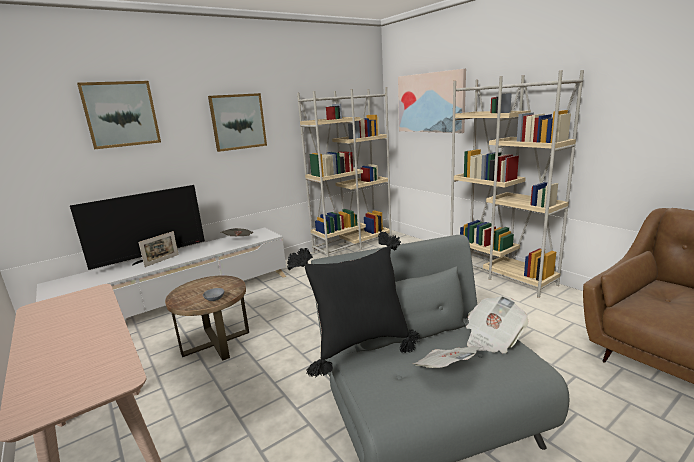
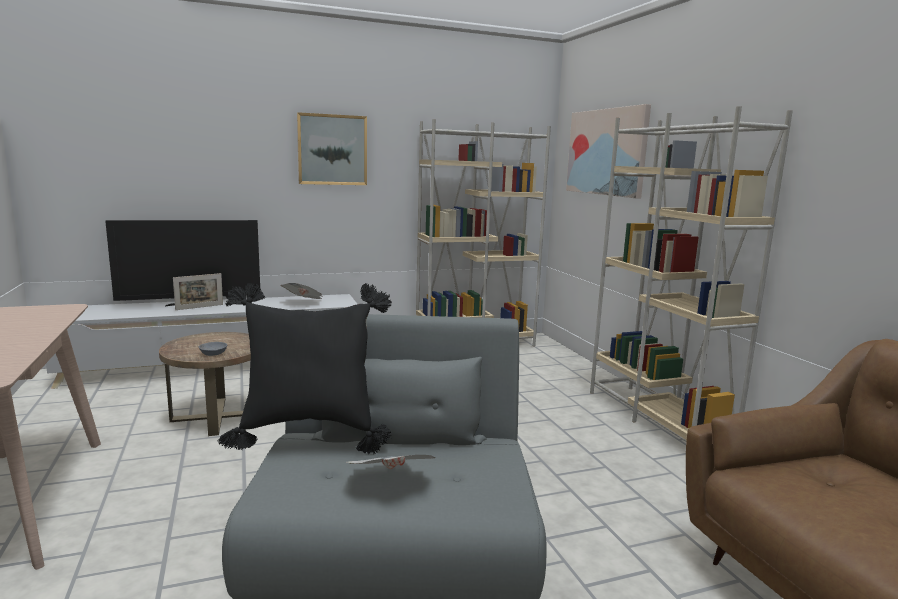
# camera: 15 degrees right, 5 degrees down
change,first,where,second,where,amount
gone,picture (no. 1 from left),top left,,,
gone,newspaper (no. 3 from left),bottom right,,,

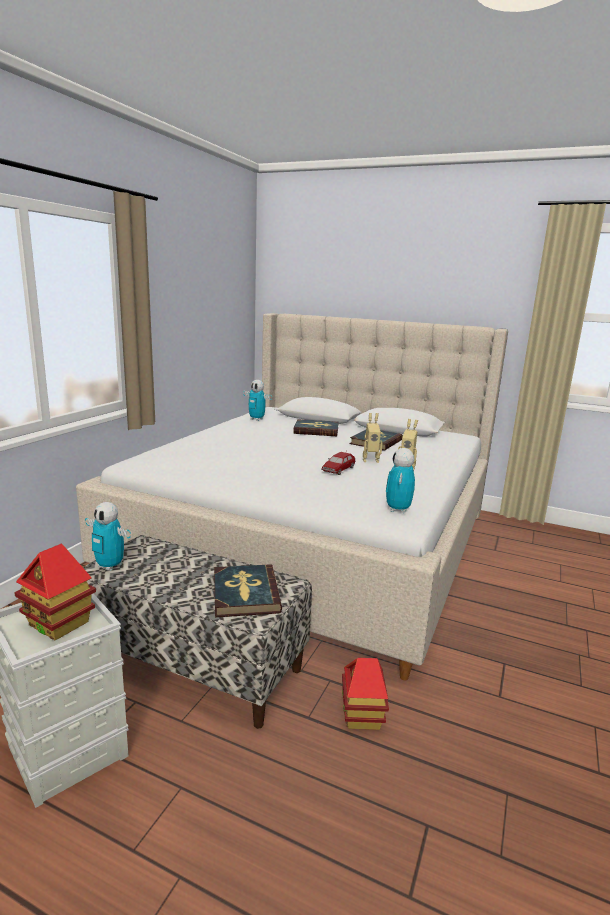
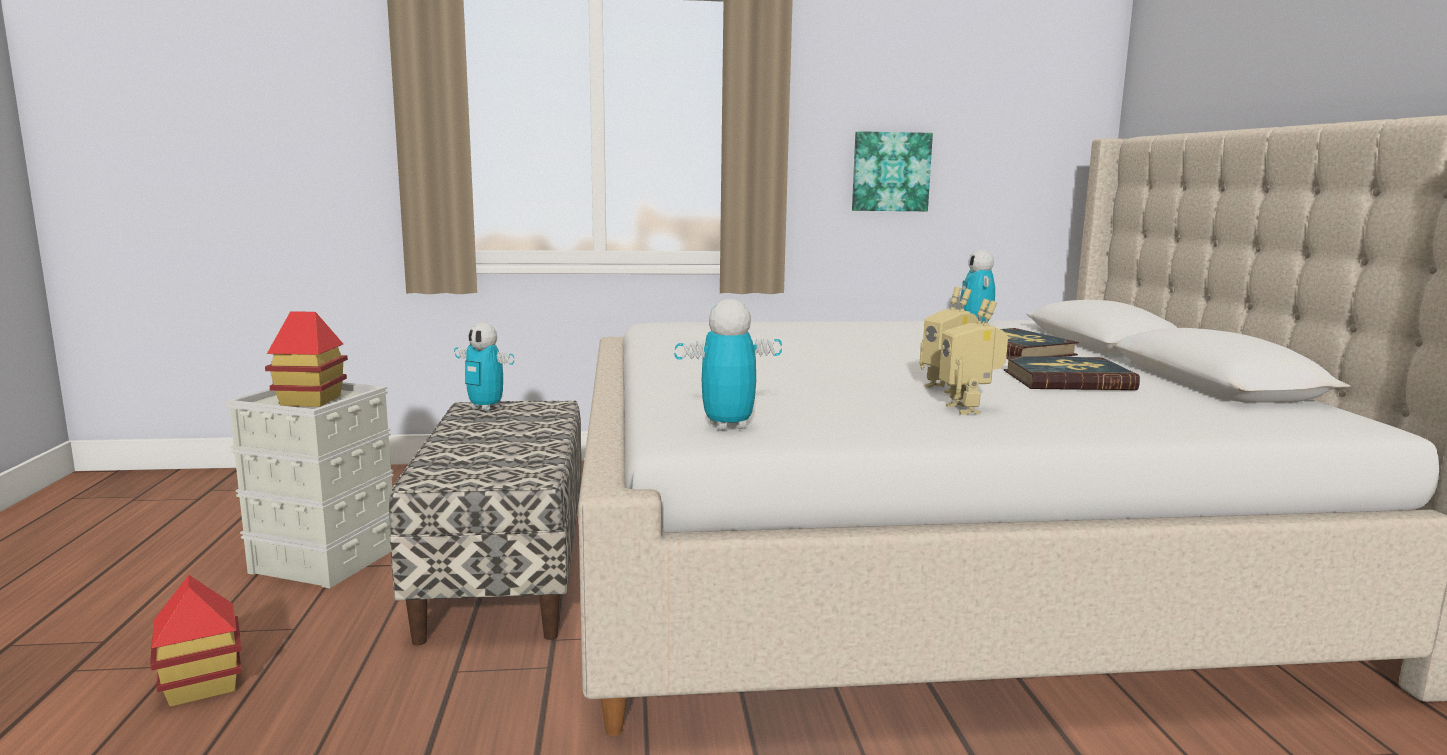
# camera: 60 degrees right, 5 degrees down
change,first,where,second,where,amount
gone,toy car,centre,,,
rotated,toy robot (no. 1 from left),middle left,,centre,60 degrees counterclockwise
gone,book (no. 1 from left),centre,,,
shifted,toy house (no. 2 from left in the first image),bottom centre,toy house (no. 1 from left),bottom left,
new,,,picture,top centre,

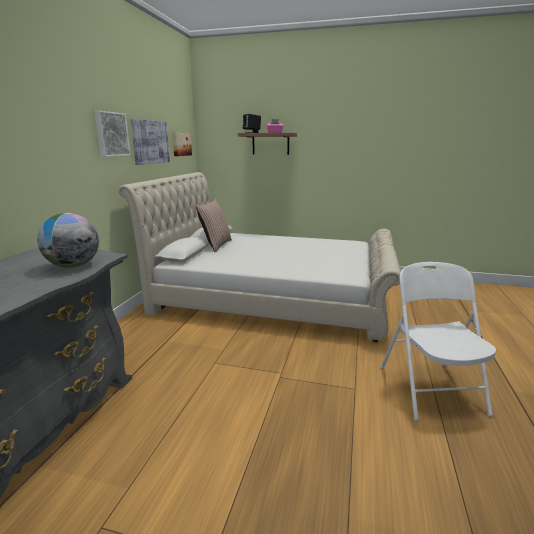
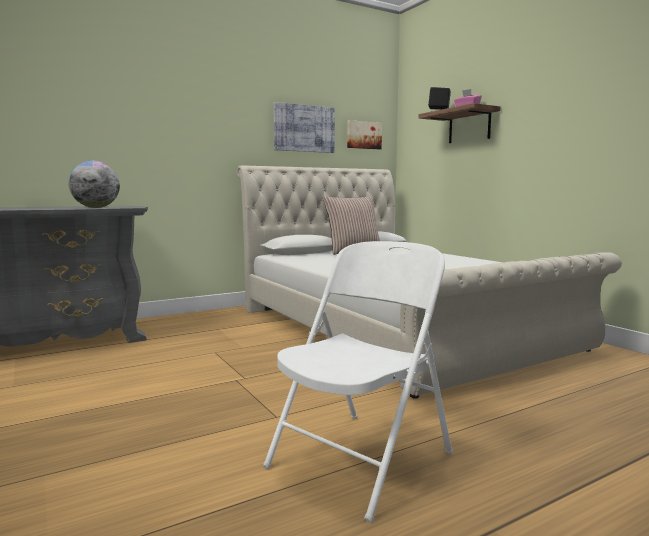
# camera: 45 degrees right, 10 degrees down
change,first,where,second,where,amount
gone,picture (no. 1 from left),top left,,,

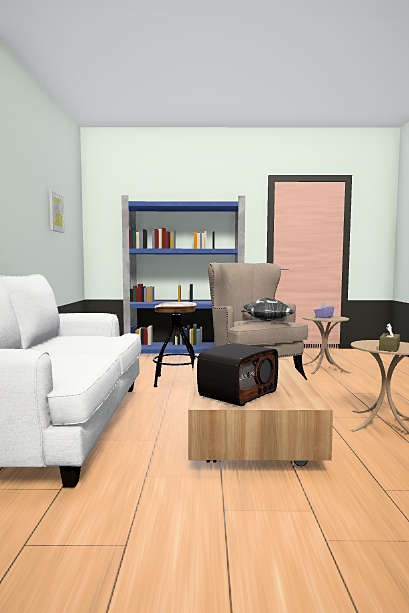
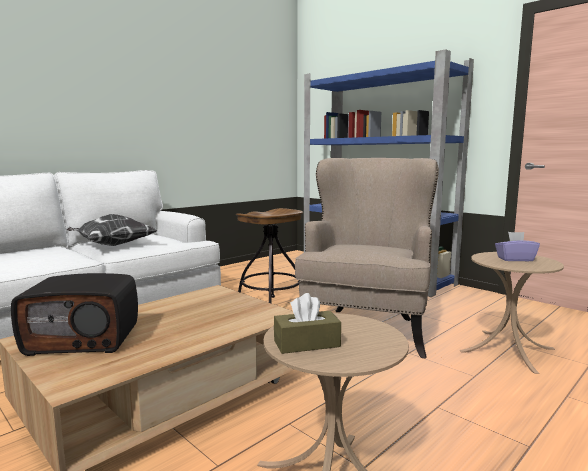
# camera: 45 degrees right, 5 degrees up
change,first,where,second,where,amount
gone,picture,middle left,,,
shifted,pillow,centre,,middle left,

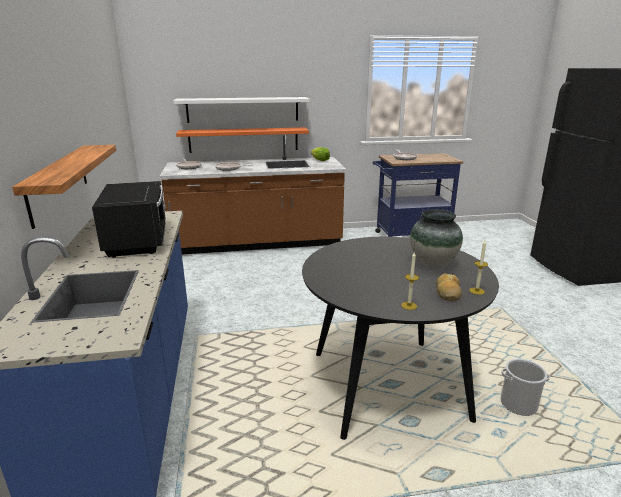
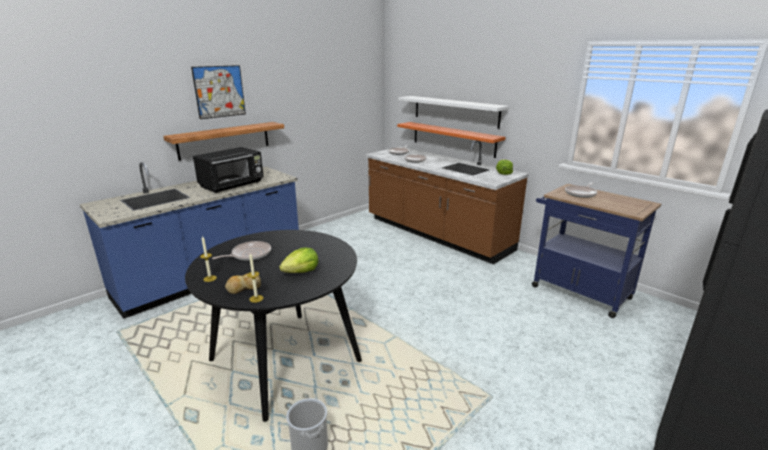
# camera: 55 degrees right, 0 degrees up
change,first,where,second,where,amount
swapped,vase,middle right,lettuce (no. 1 from left),centre,
new,,,picture,top left,
new,,,frying pan (no. 1 from left),middle left,

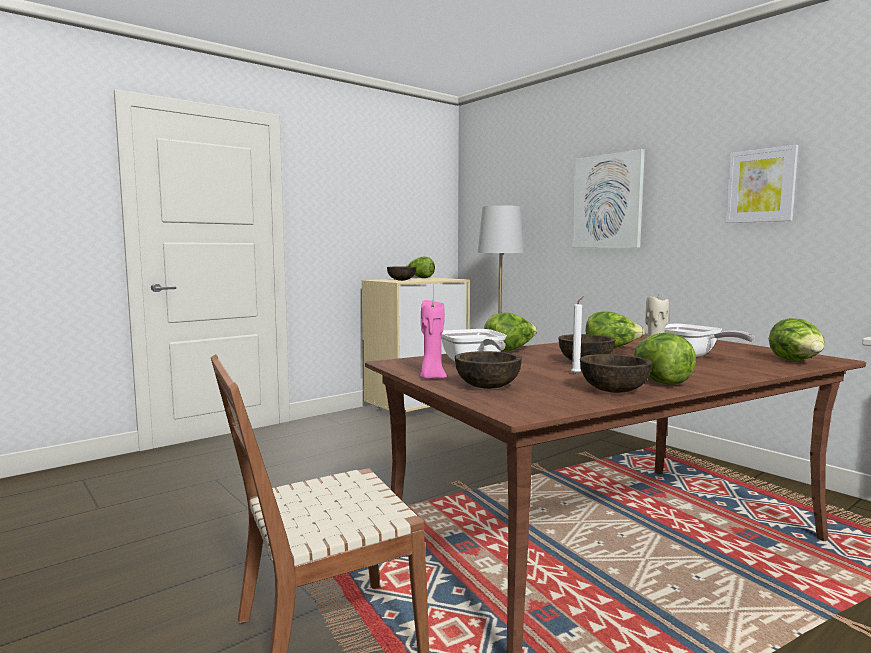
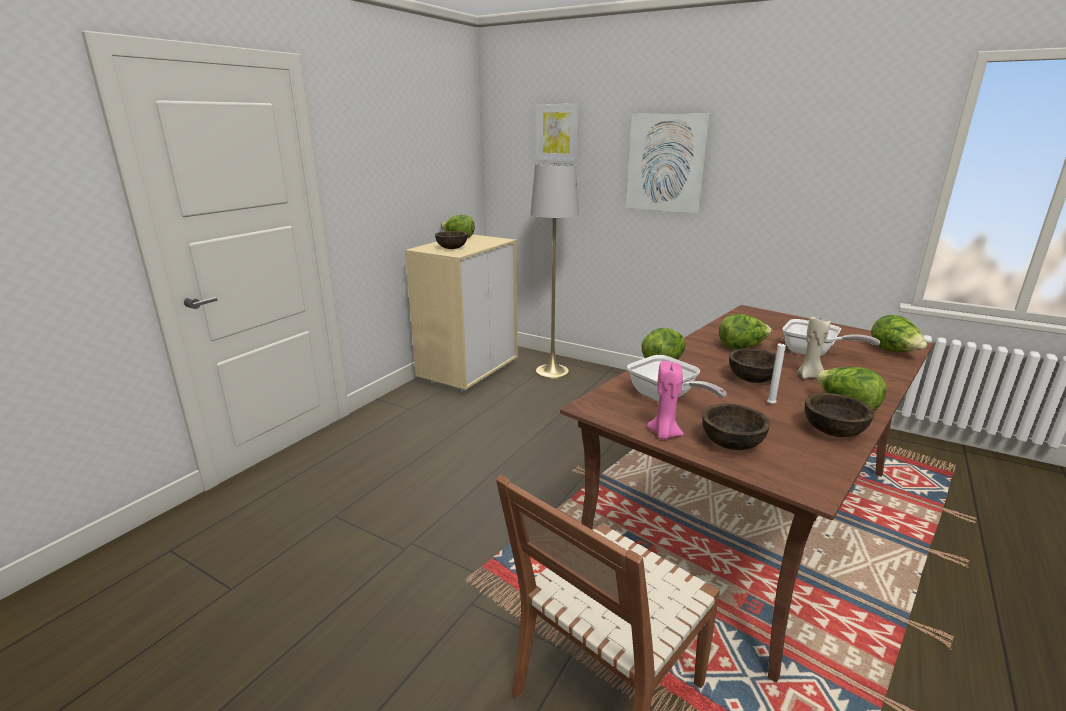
# camera: 20 degrees left, 15 degrees up
change,first,where,second,where,amount
shifted,picture (no. 2 from left in the first image),top right,picture (no. 1 from left),top centre,

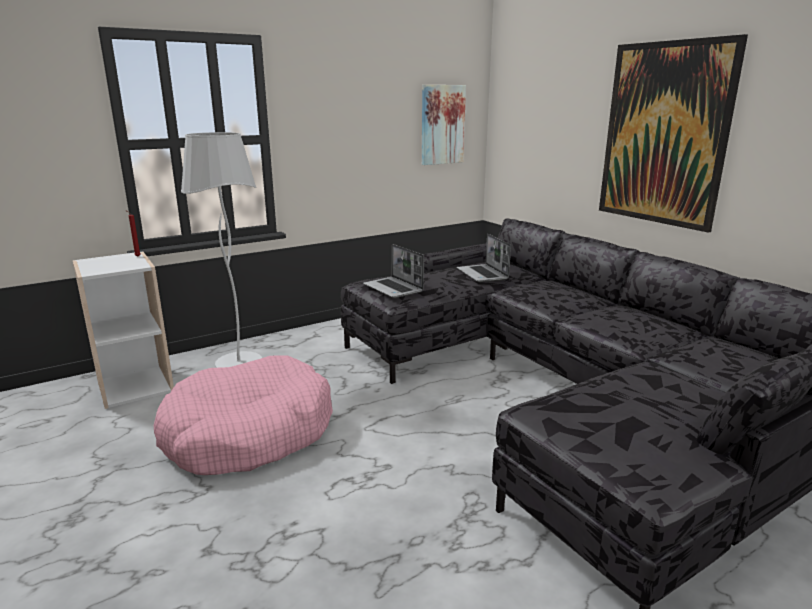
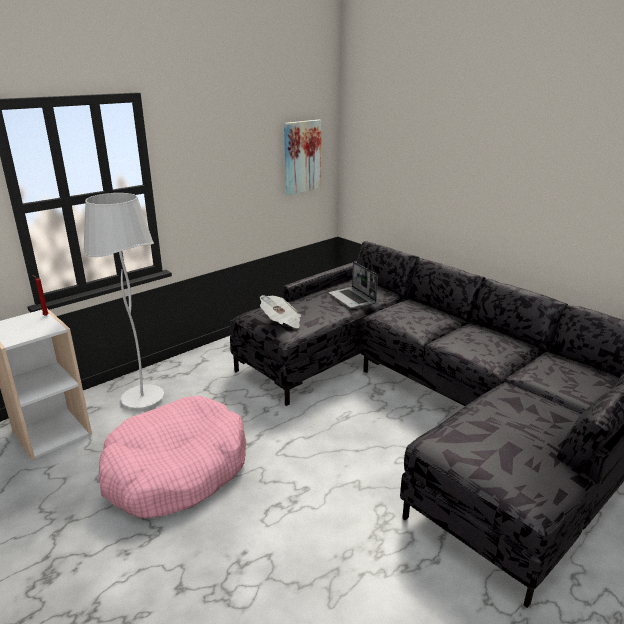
# camera: 10 degrees left, 5 degrees up
change,first,where,second,where,amount
gone,picture (no. 2 from left),top right,,,
swapped,laptop (no. 1 from left),centre,newspaper,centre,

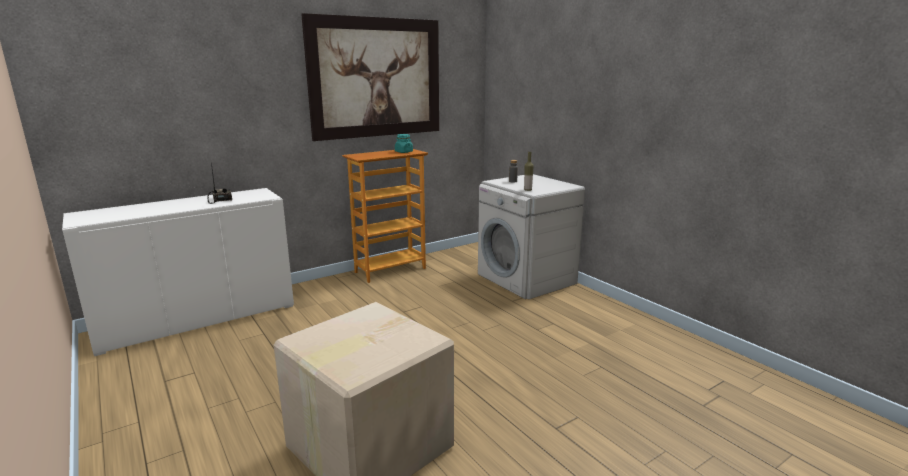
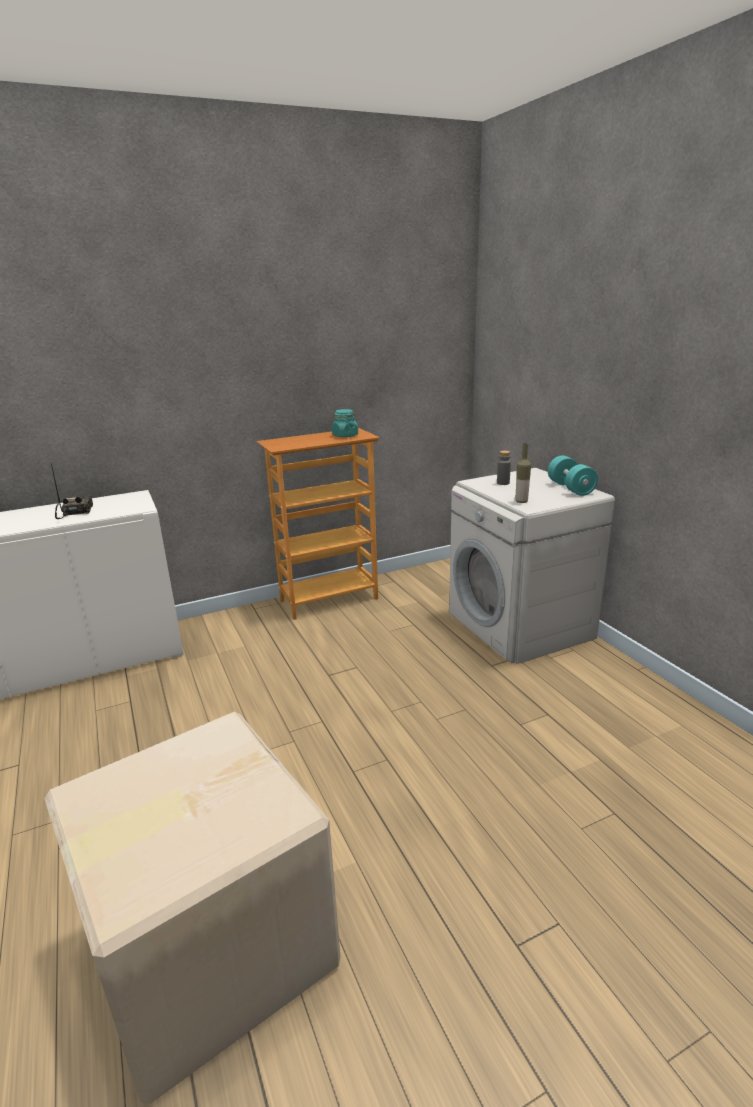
# camera: 10 degrees right, 5 degrees up
change,first,where,second,where,amount
gone,picture,top centre,,,
new,,,dumbbell (turquoise),middle right,

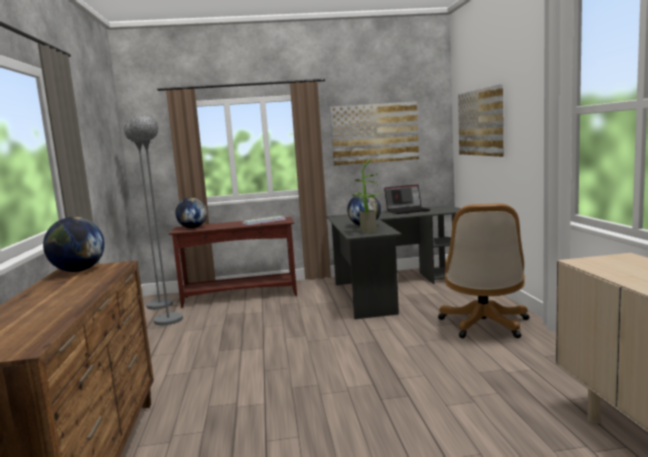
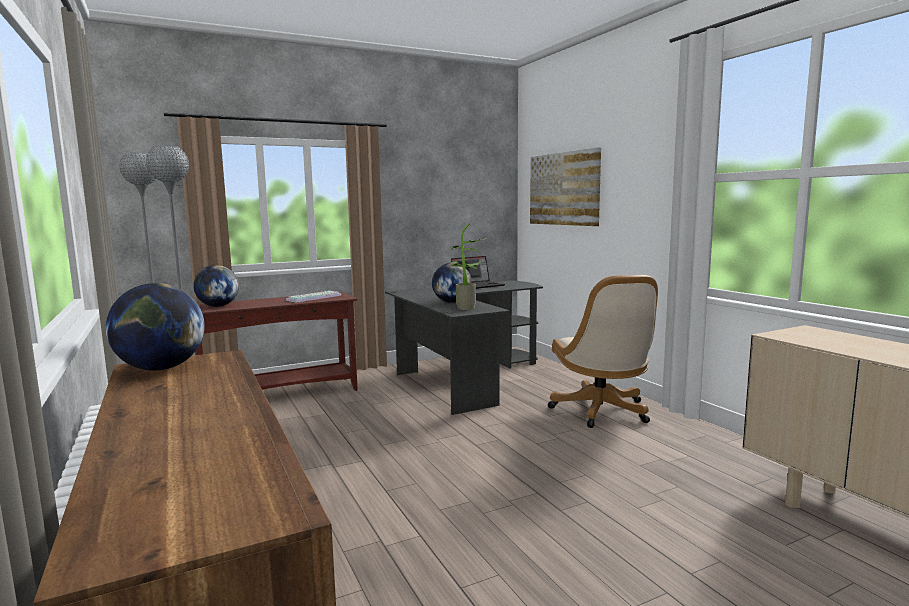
# camera: 20 degrees left, 0 degrees up
change,first,where,second,where,amount
gone,picture (no. 1 from left),top centre,,,

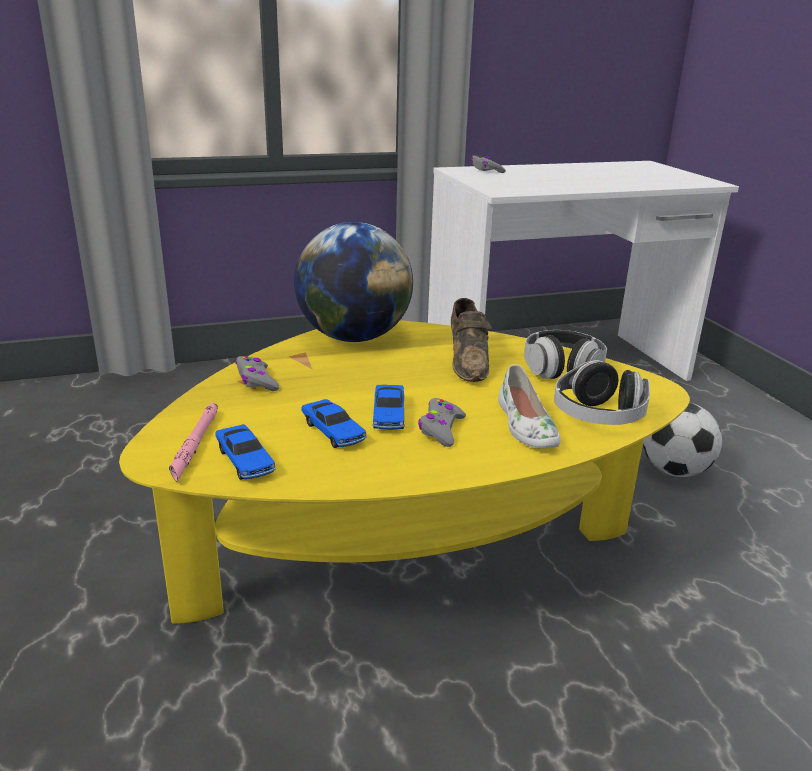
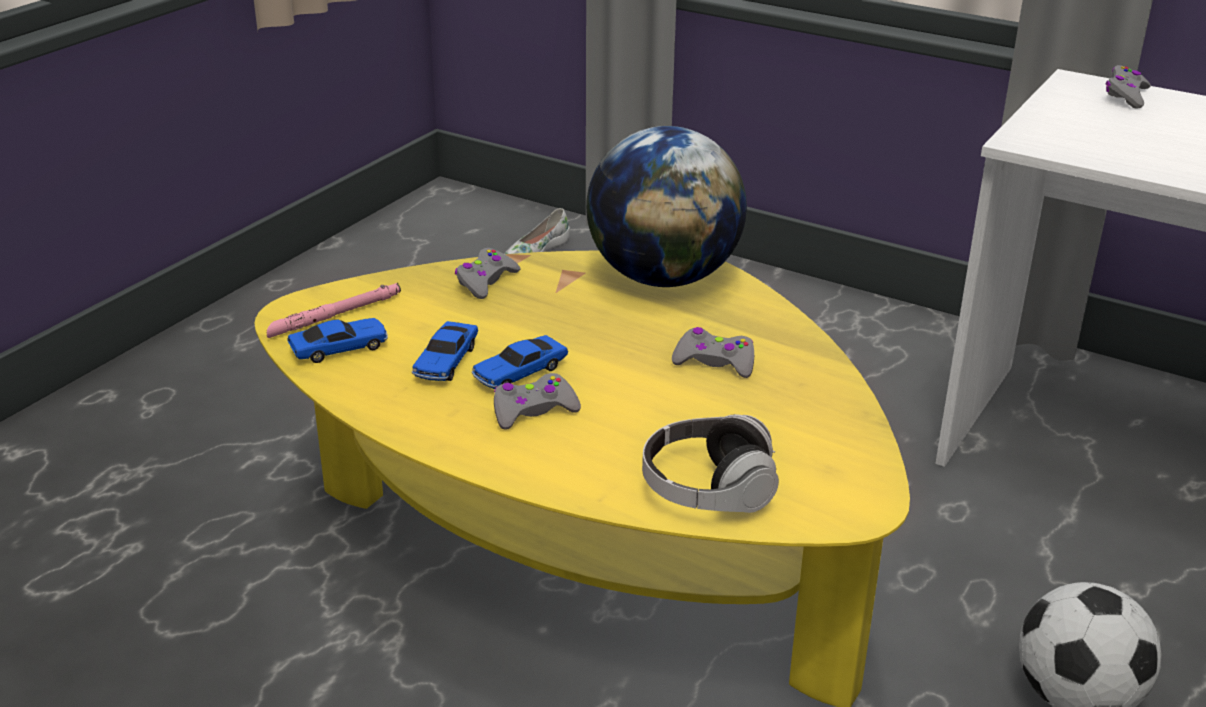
# camera: 50 degrees right, 5 degrees up
change,first,where,second,where,amount
swapped,shoe (brown),centre,game controller (grey) (no. 3 from left),centre,
gone,headphones (no. 1 from left),middle right,,,
shifted,shoe (white),centre,,top centre,
rotated,toy car (no. 1 from left),middle left,,middle left,135 degrees counterclockwise

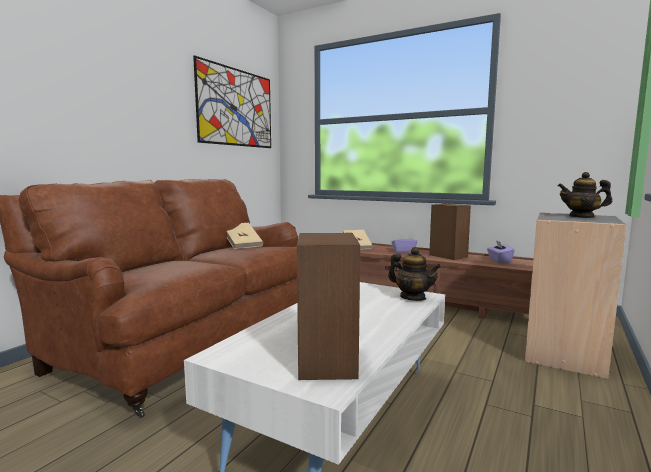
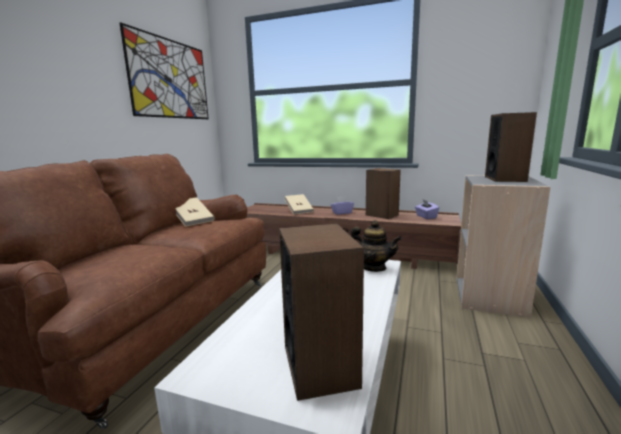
# camera: 10 degrees left, 5 degrees up
change,first,where,second,where,amount
swapped,teapot (no. 2 from left),middle right,speaker (no. 3 from left),middle right,

